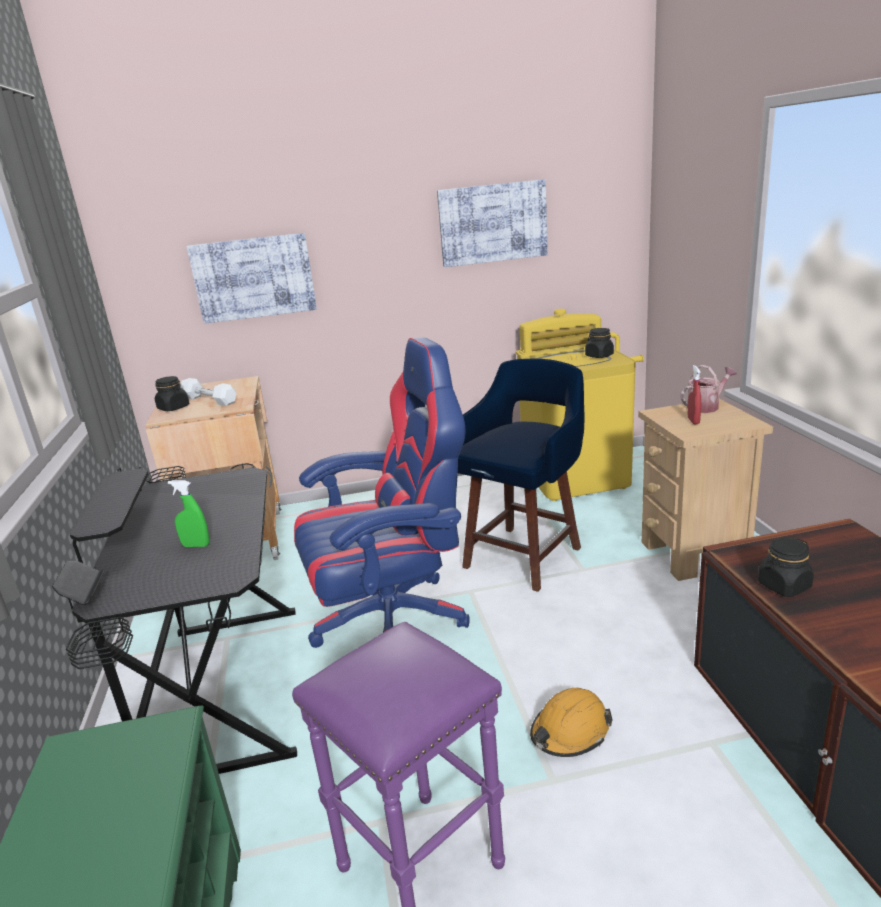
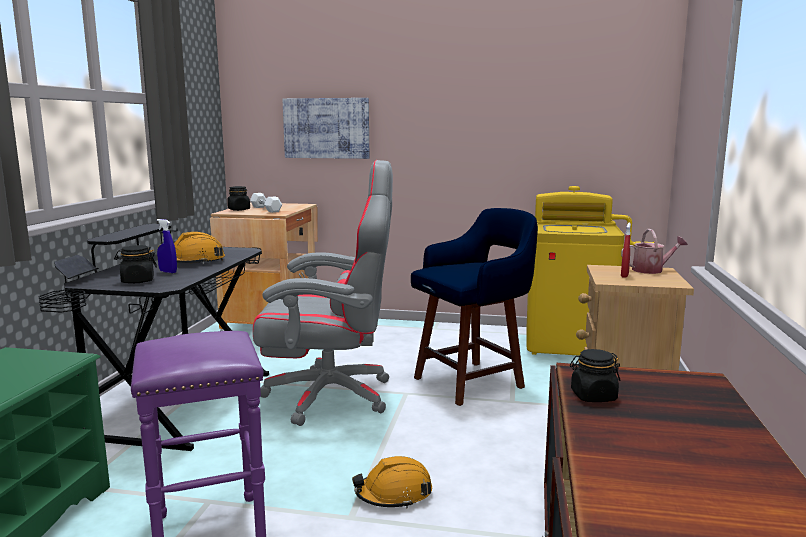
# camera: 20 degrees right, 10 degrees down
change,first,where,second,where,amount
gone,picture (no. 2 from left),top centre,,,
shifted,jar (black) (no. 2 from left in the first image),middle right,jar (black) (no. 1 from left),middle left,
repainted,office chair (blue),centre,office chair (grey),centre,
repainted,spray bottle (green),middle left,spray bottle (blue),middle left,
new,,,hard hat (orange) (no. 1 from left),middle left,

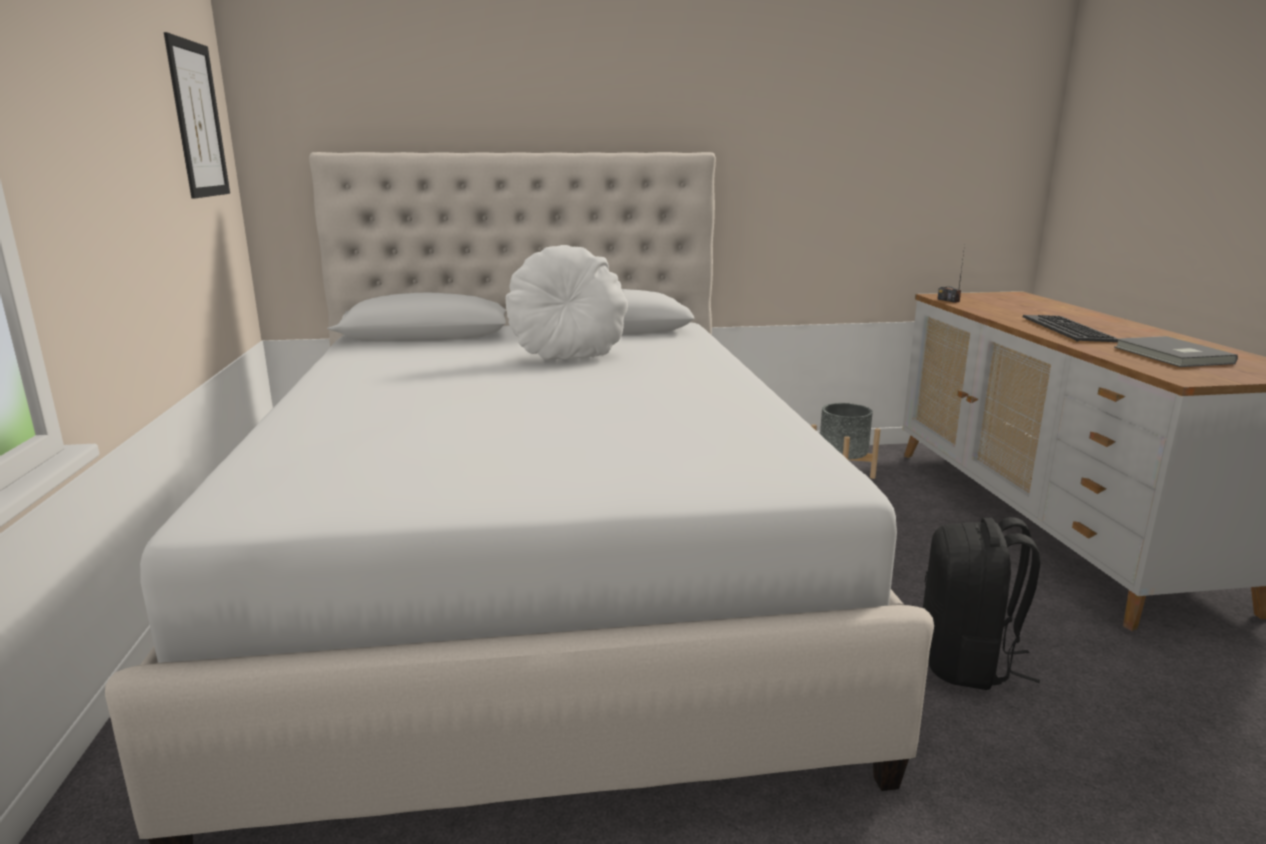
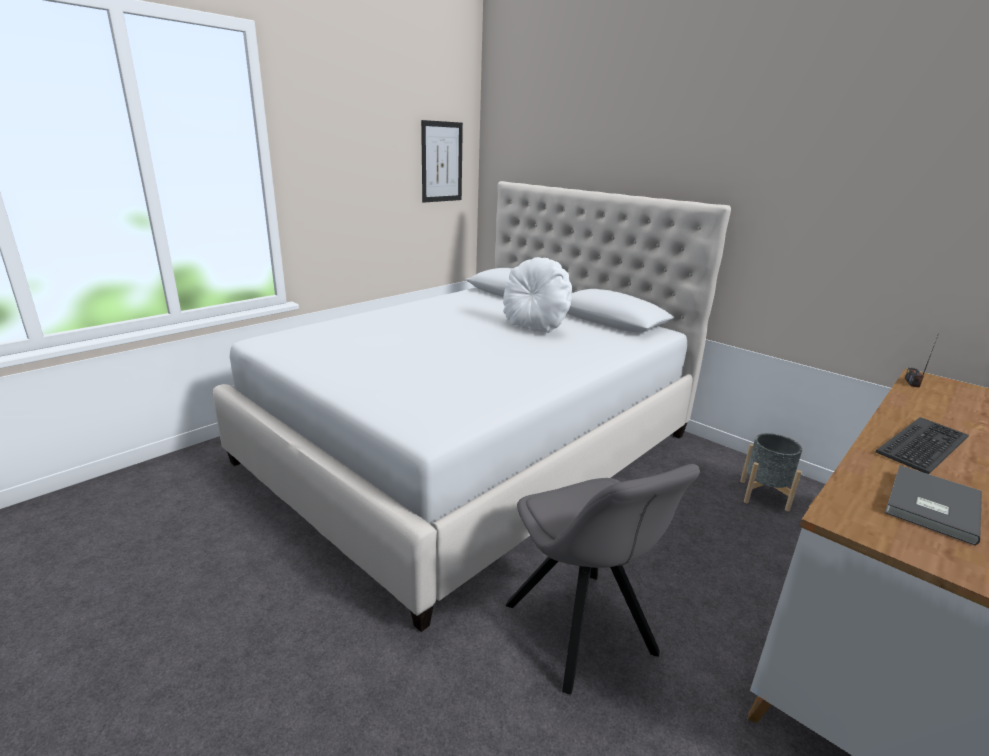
# camera: 50 degrees right, 5 degrees up
change,first,where,second,where,amount
swapped,backpack (black),bottom right,chair (grey),bottom centre,

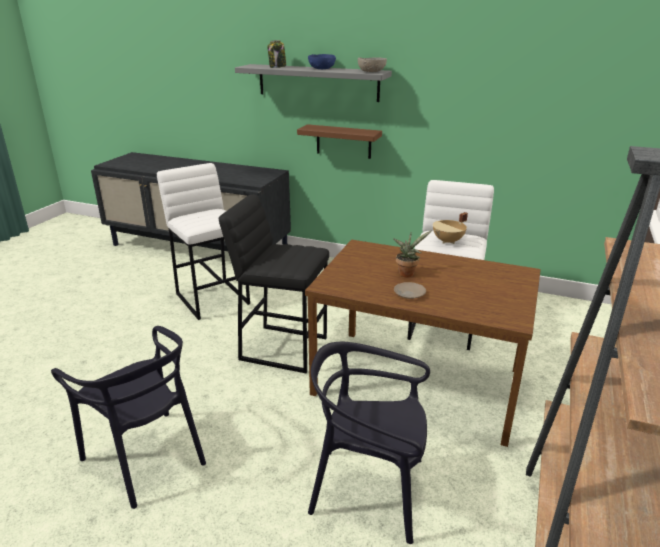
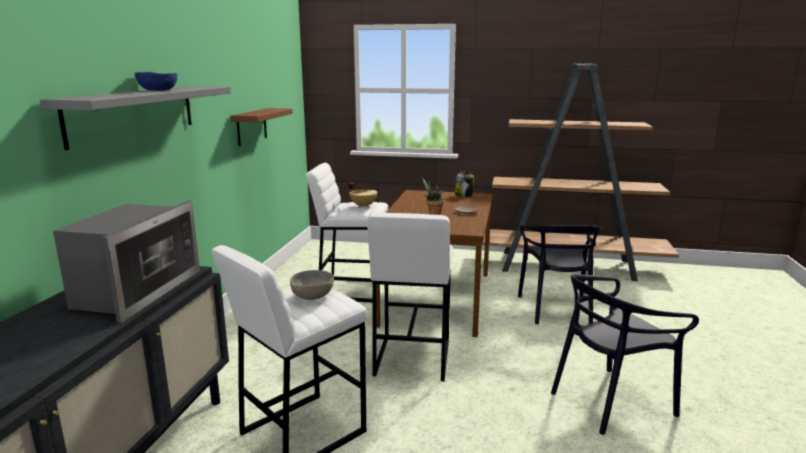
# camera: 100 degrees left, 10 degrees down
change,first,where,second,where,amount
shifted,jar,top centre,,centre,
shifted,bowl (grey),top centre,,centre,
shifted,shelf (brown),top centre,,top left,
repainted,stool (black),centre,stool (white) (no. 3 from left),centre,
rotated,chair (black) (no. 1 from left in the first image),bottom left,chair (black) (no. 2 from left),bottom right,150 degrees counterclockwise
new,,,microwave,middle left,

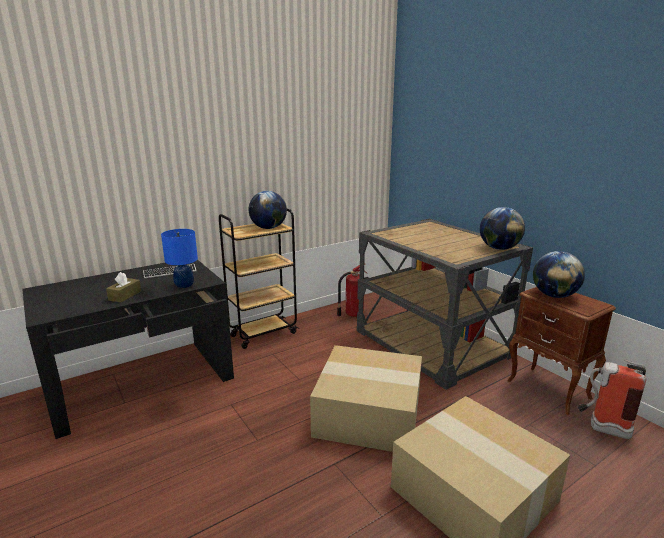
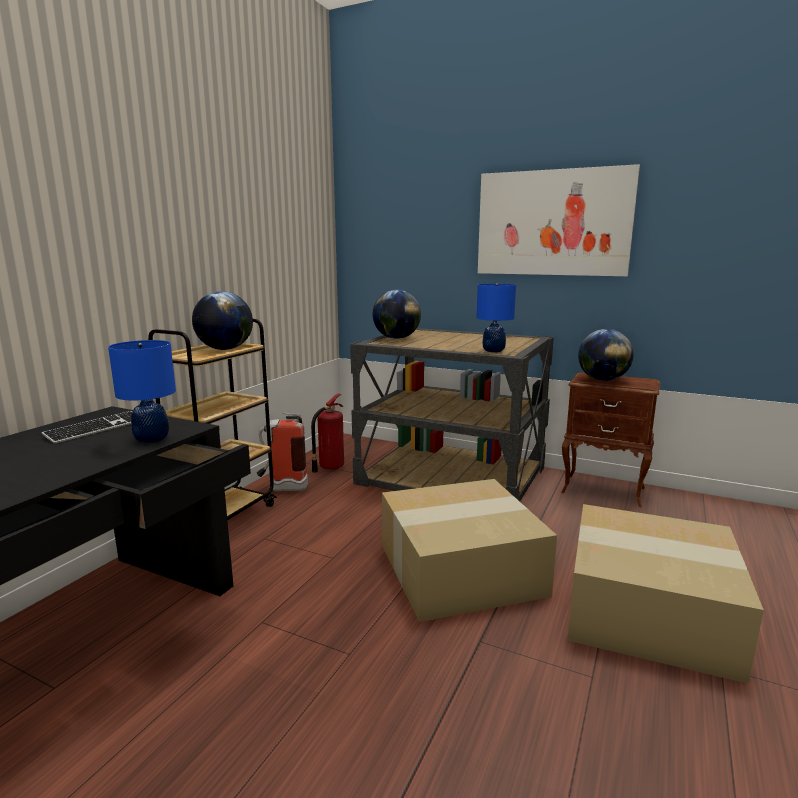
# camera: 30 degrees left, 5 degrees down
change,first,where,second,where,amount
shifted,globe (no. 2 from left),middle right,,centre,
gone,tissue box (brown),middle left,,,
shifted,fire extinguisher (no. 2 from left in the first image),bottom right,fire extinguisher (no. 1 from left),centre,
new,,,picture,top right,
new,,,table lamp (blue) (no. 2 from left),centre,

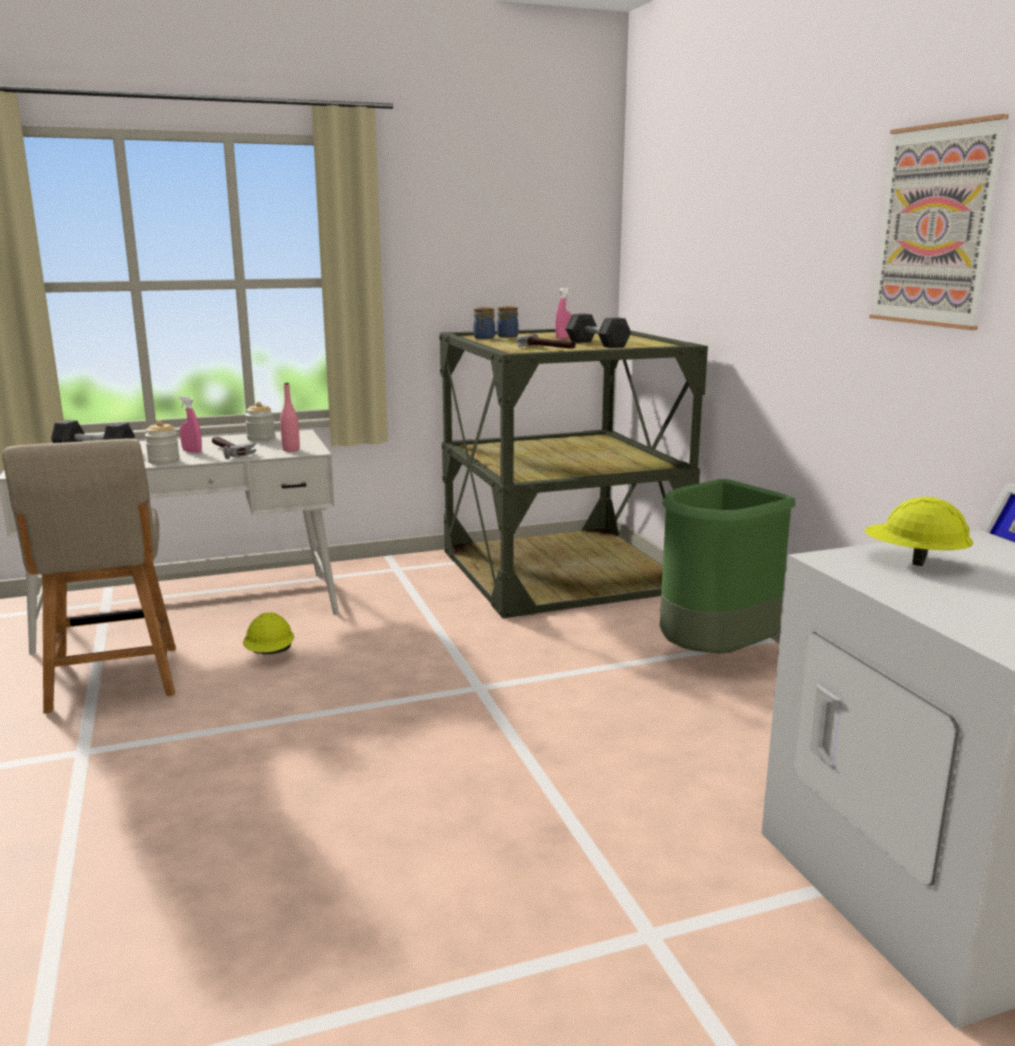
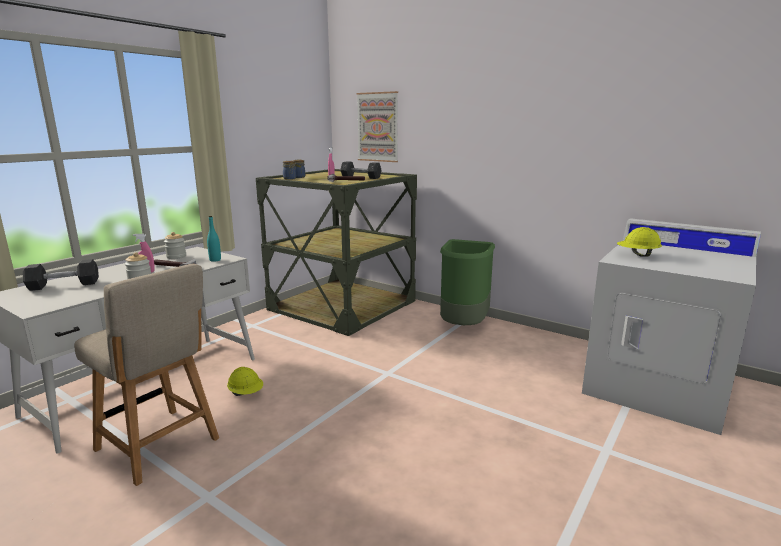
# camera: 35 degrees left, 0 degrees up
change,first,where,second,where,amount
shifted,picture,top right,,top centre,
repainted,bottle (pink),middle left,bottle (turquoise),middle left,

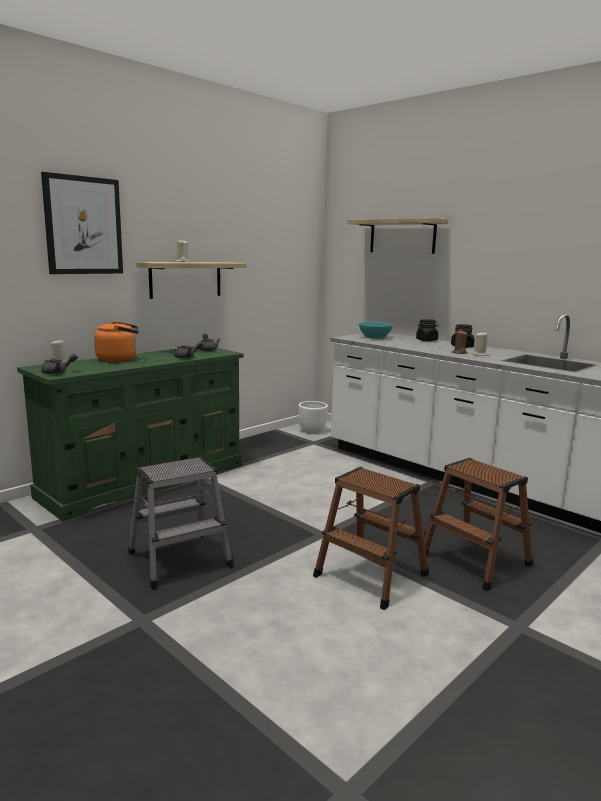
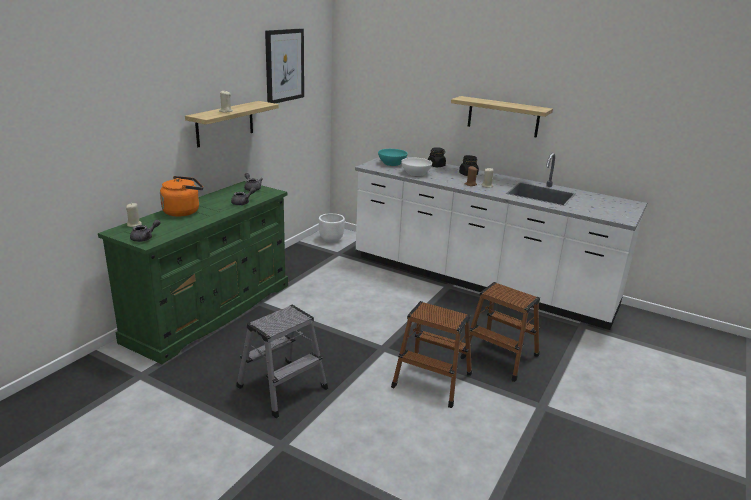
# camera: 15 degrees left, 10 degrees up
change,first,where,second,where,amount
shifted,picture,top left,,top centre,
shifted,shelf (no. 2 from left),top centre,,top right,
new,,,bowl (white),centre,

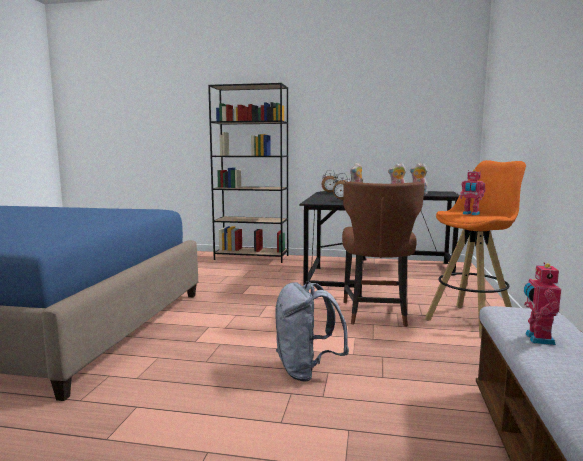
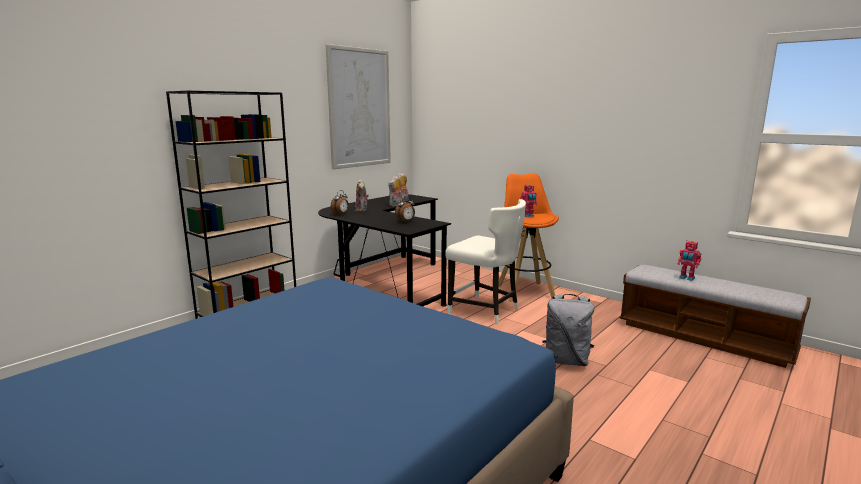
# camera: 60 degrees left, 5 degrees up
change,first,where,second,where,amount
repainted,chair (brown),centre,chair (white),centre,
new,,,picture,top centre,

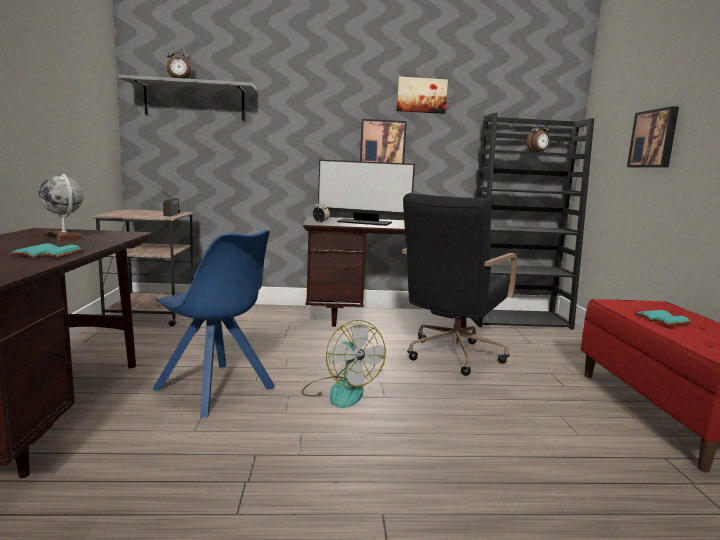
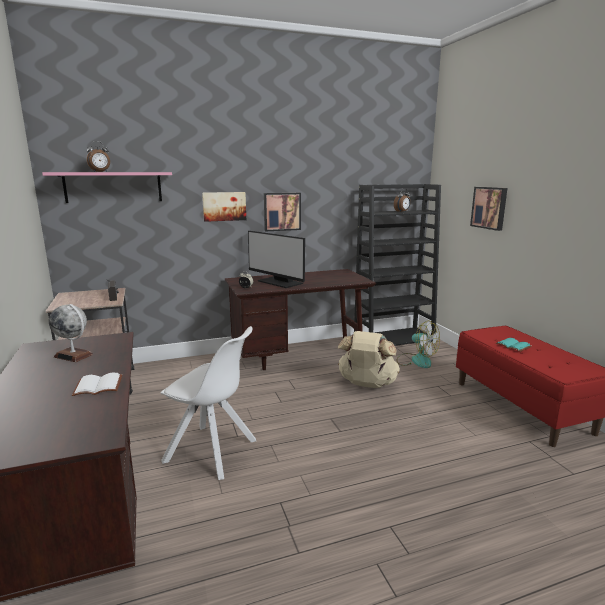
# camera: 15 degrees left, 5 degrees up
change,first,where,second,where,amount
repainted,shelf (grey),top left,shelf (pink),top left,
shifted,picture (no. 2 from left in the first image),top centre,picture (no. 1 from left),centre,
rotated,monitor,centre,,centre,45 degrees clockwise
swapped,office chair (black),centre,backpack (beige),centre,
repainted,chair (blue),middle left,chair (white),centre,
repainted,book (turquoise) (no. 1 from left),middle left,book (white),middle left,
shifted,fan,bottom centre,,middle right,

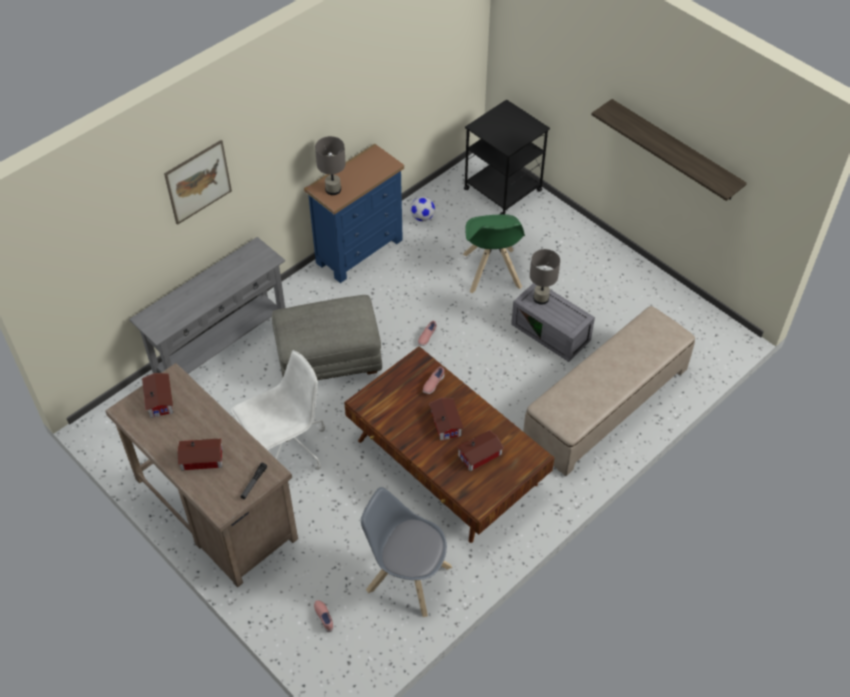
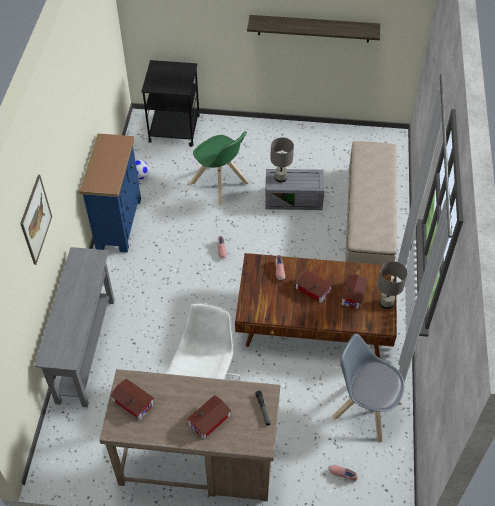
# camera: 40 degrees left, 0 degrees up
change,first,where,second,where,amount
shifted,table lamp (grey) (no. 1 from left in the first image),top centre,table lamp (grey) (no. 2 from left),middle right,
gone,ottoman (grey),centre,,,
rotated,chair (grey),bottom centre,,bottom right,45 degrees clockwise

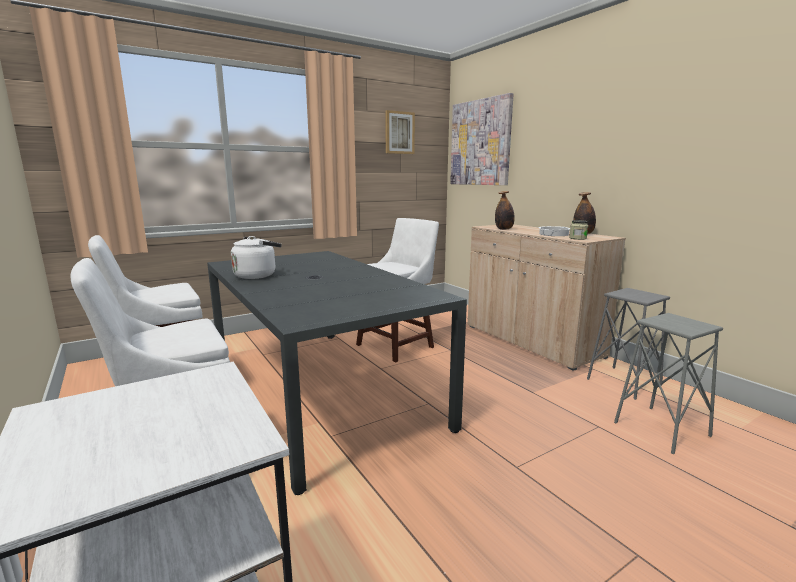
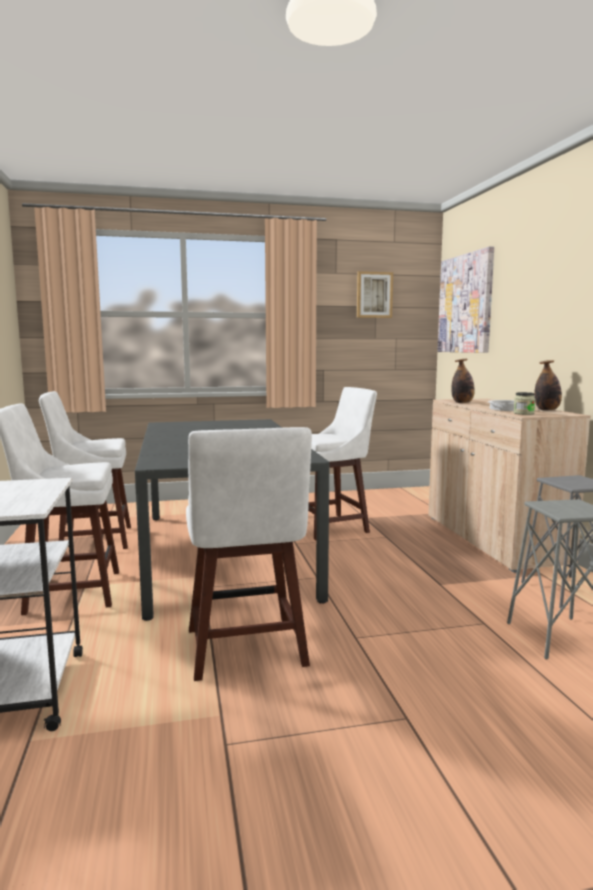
# camera: 20 degrees right, 5 degrees down
change,first,where,second,where,amount
gone,kettle (white),middle left,,,
new,,,chair (white) (no. 3 from left),centre,

